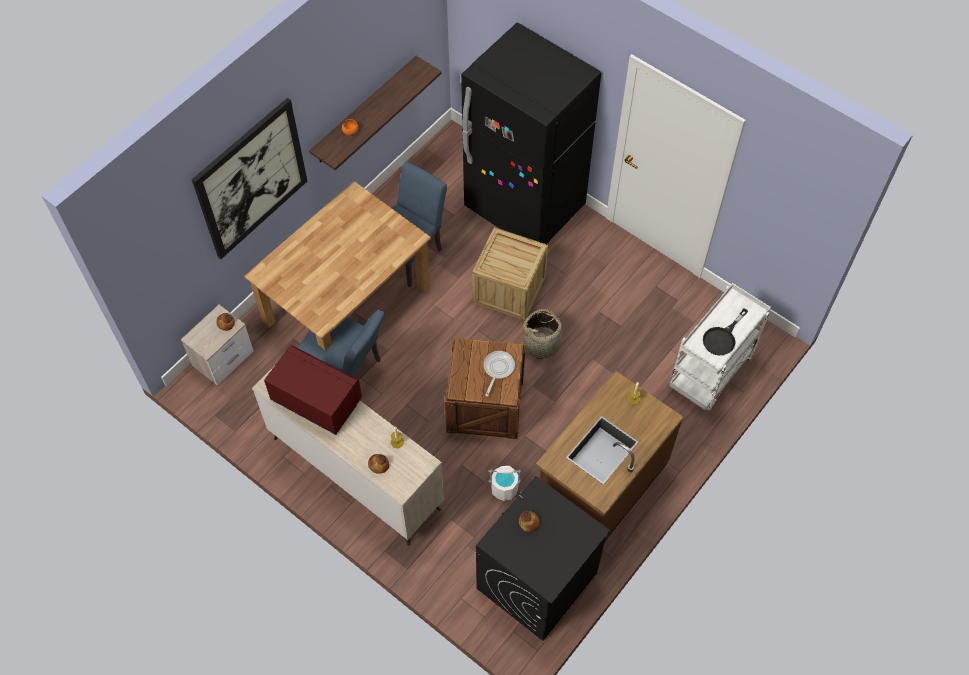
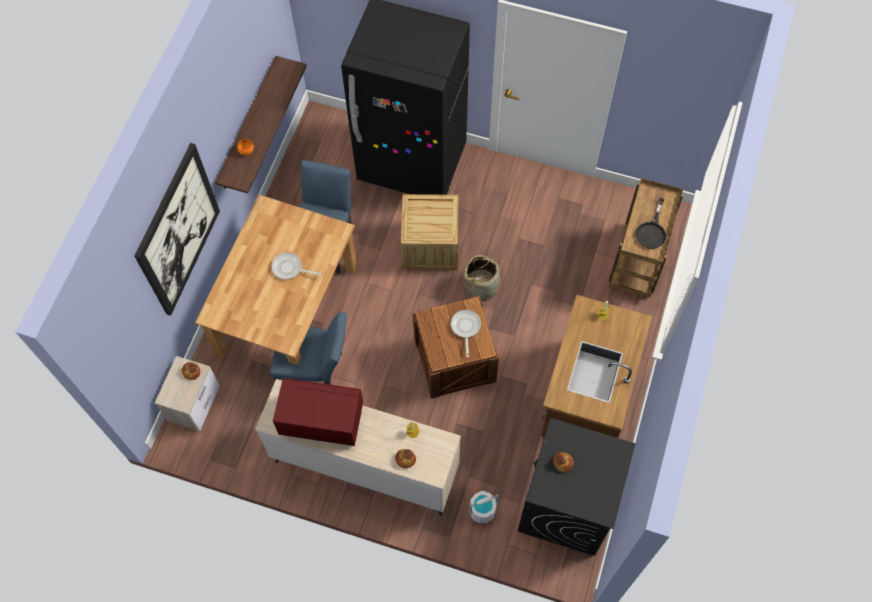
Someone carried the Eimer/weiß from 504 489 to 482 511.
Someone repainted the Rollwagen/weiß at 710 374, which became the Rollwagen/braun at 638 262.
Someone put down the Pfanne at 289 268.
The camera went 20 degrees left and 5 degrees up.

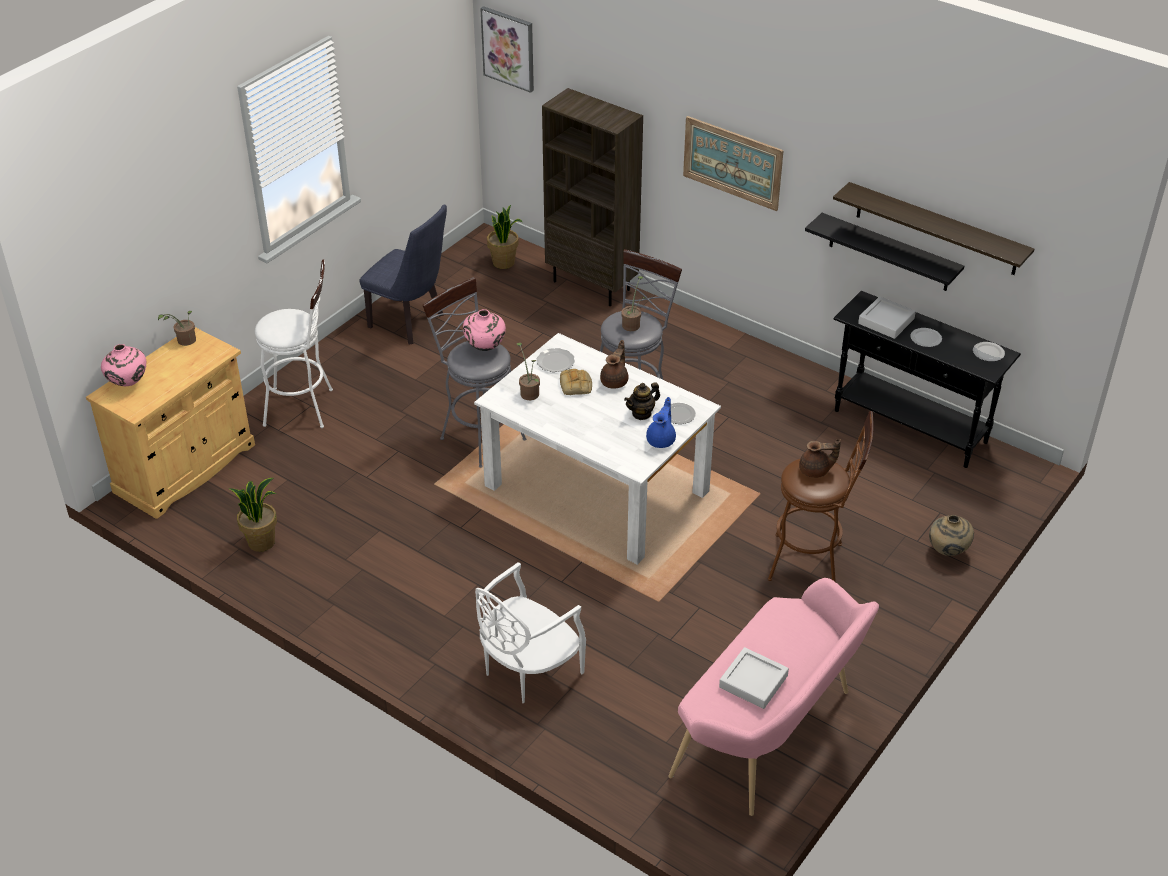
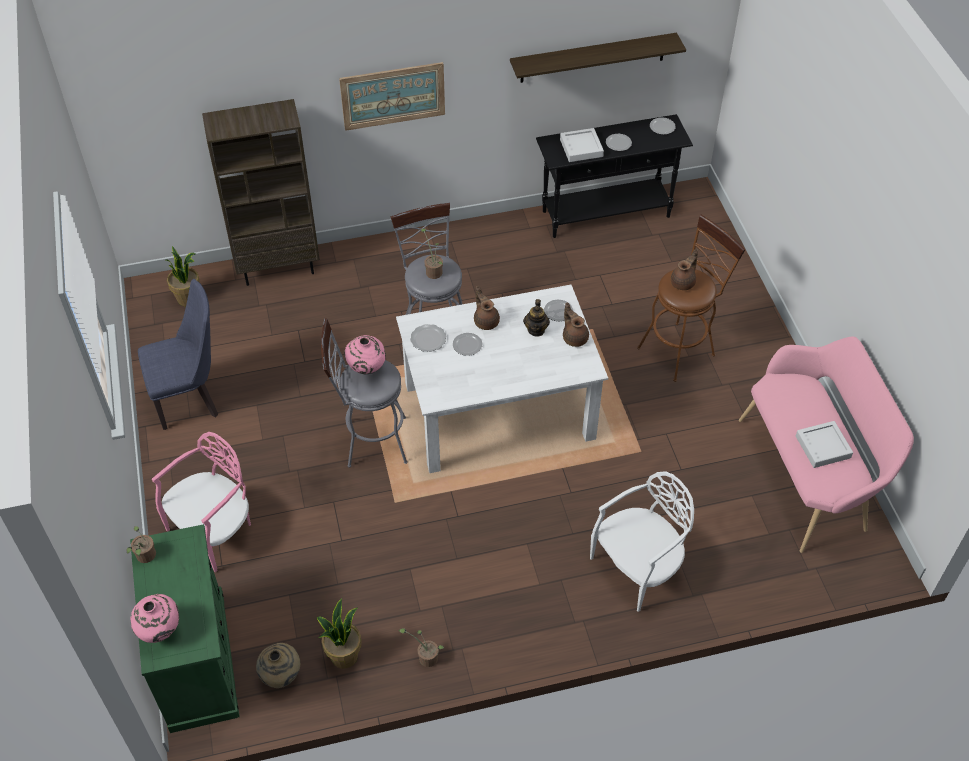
Someone repainted the Schrank/beige at 185 468, which became the Schrank/grün at 198 660.
Someone swapped the Hocker/weiß at 305 407 for the Stuhl/rosa at 214 530.
Someone rotated the Stuhl/weiß at 528 670 by 120 degrees counterclockwise.
Someone took away the Bild at 508 48.
Someone carried the Topfpflanze from 529 392 to 425 657.
Someone swapped the Brot at 576 385 for the Teller at 468 345.
Someone repainted the Teekanne/blau at 661 440, which became the Teekanne/braun at 574 337.
Someone took away the Wandregal/schwarz at 889 253.
Someone carried the Vase/beige from 947 552 to 281 676.
The camera went 50 degrees left and 10 degrees up.

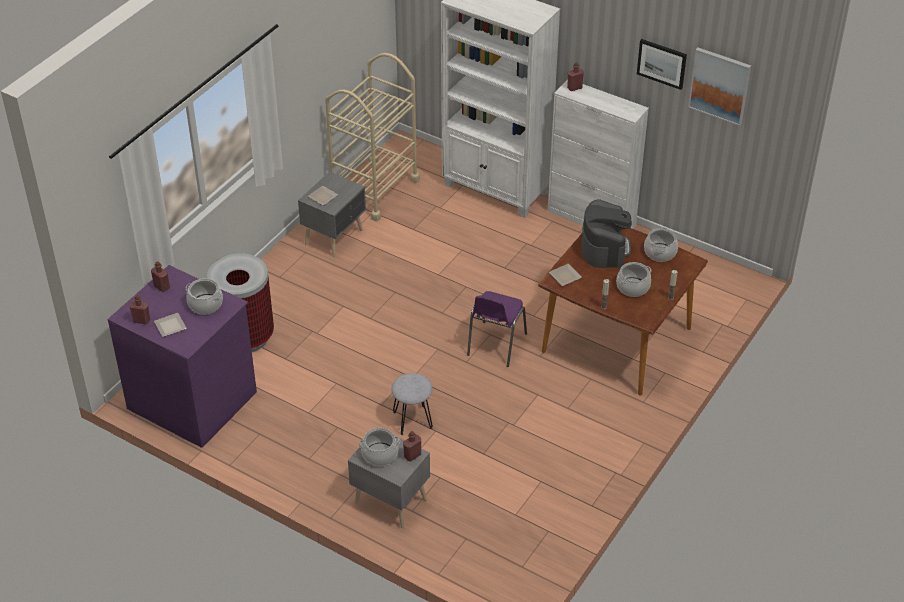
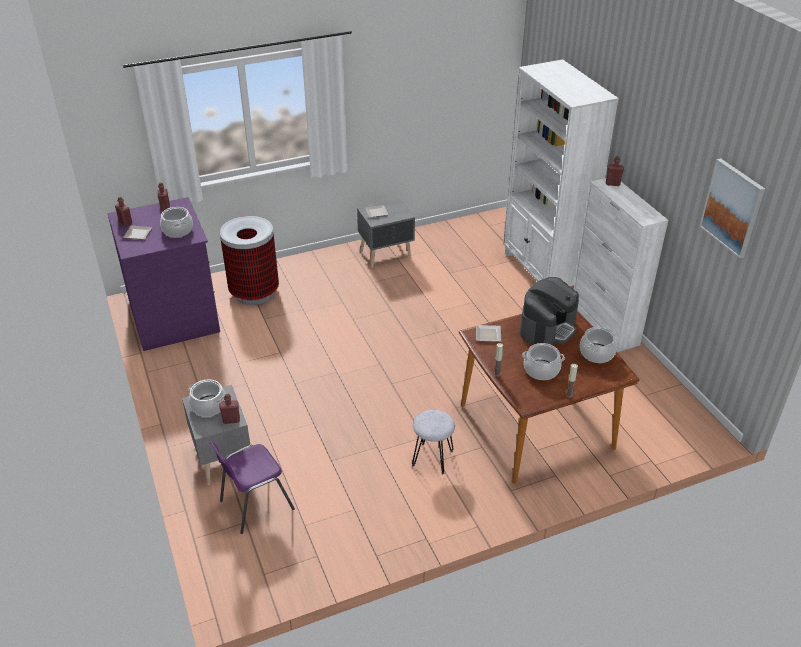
Someone took away the Rollwagen/beige at 374 190.
Someone carried the Hocker/grau from 412 420 to 432 458.
Someone carried the Stuhl/lila from 495 345 to 254 505.
Someone took away the Bild at 662 63.
The camera went 35 degrees right and 5 degrees down.

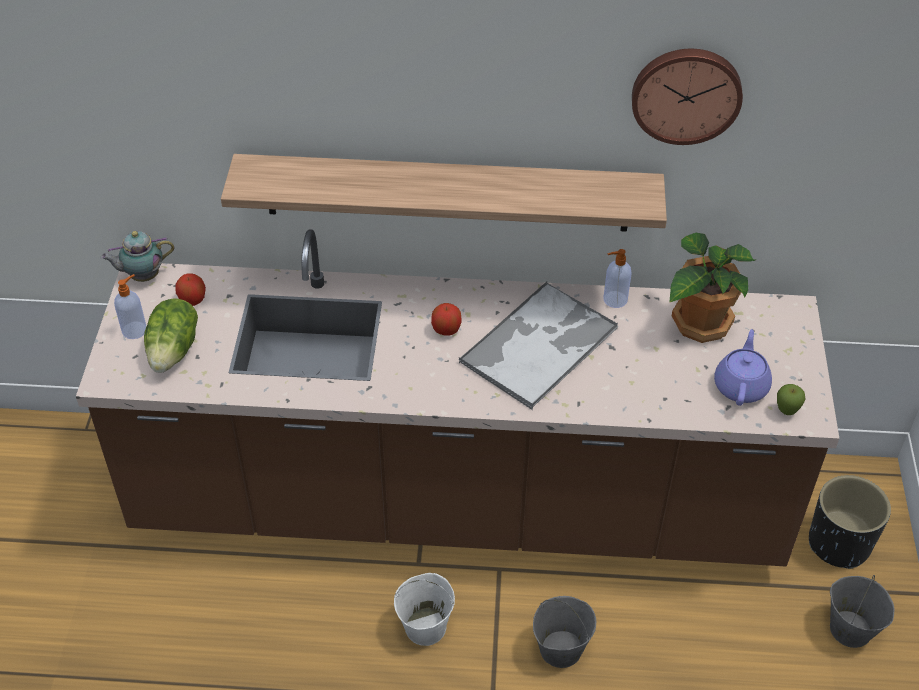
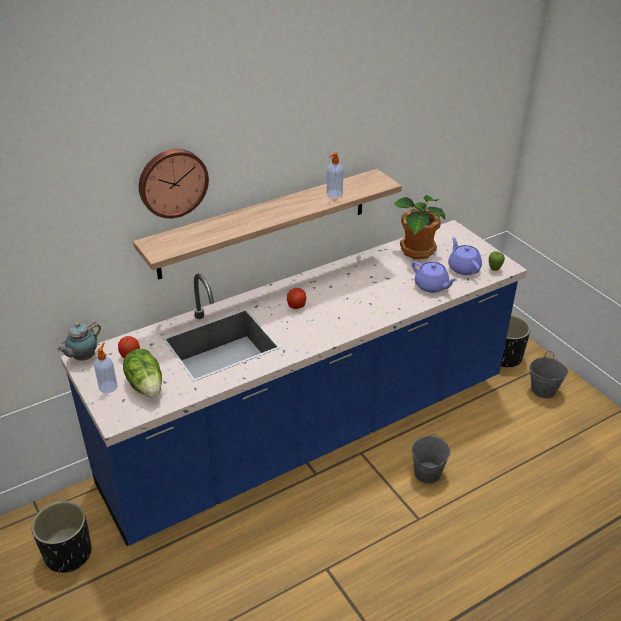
Someone repainted the Küchenzeile/braun at 458 504, which became the Küchenzeile/blau at 310 433.
Someone took away the Eimer/weiß at 425 626.
Someone took away the Tablett at 540 344.
Someone carried the Seifenspender from 614 300 to 334 194.
Someone carried the Wanduhr from 686 93 to 172 182.
Someone put down the Pflanzkübel/schwarz at 68 553.
Someone put down the Teekanne/lila at 432 286.
The camera went 35 degrees left and 10 degrees down.

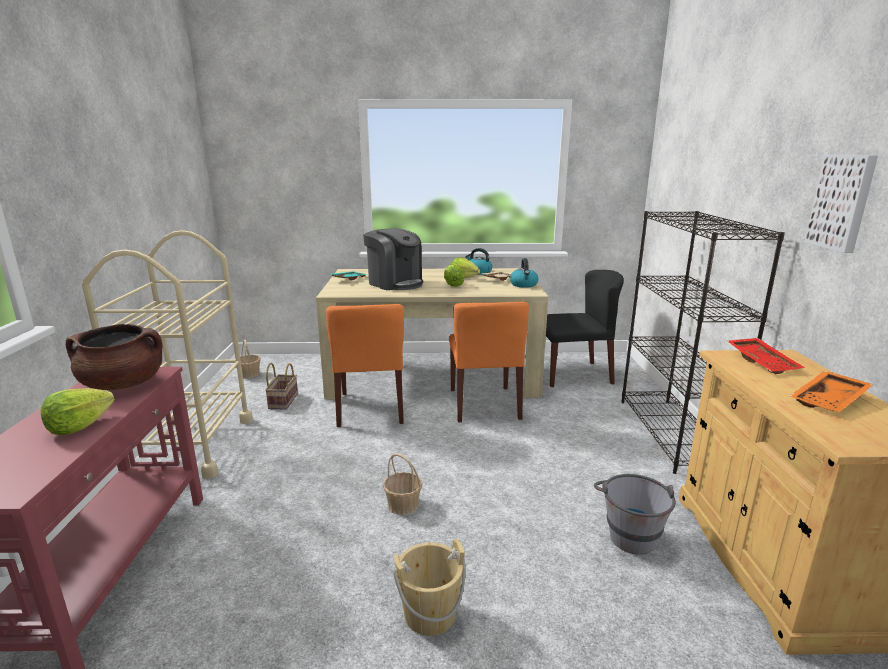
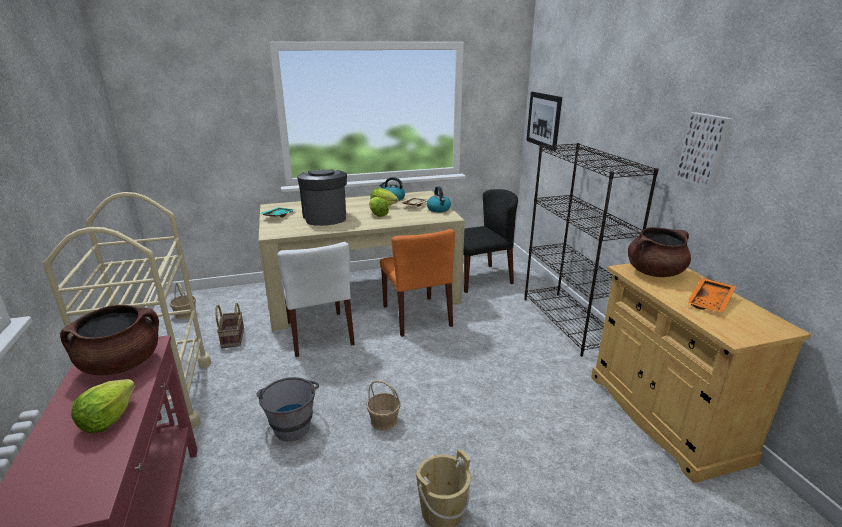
Someone repainted the Stuhl/orange at 371 408, which became the Stuhl/weiß at 320 333.
Someone rotated the Kaffeemaschine at 395 283 by 135 degrees counterclockwise.
Someone carried the Eimer/grau from 629 532 to 292 423.
Someone swapped the Tablett/rot at 763 362 for the Kochtopf/braun at 654 272.
Someone put up the Bild at 543 120.
The camera went 15 degrees left and 5 degrees up.

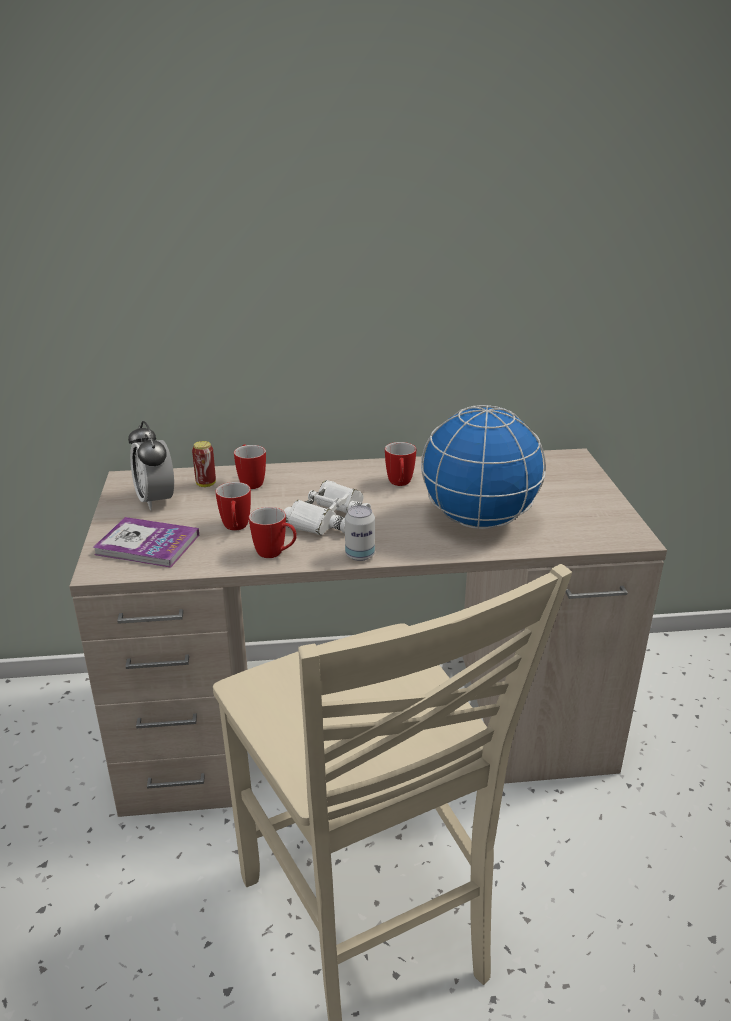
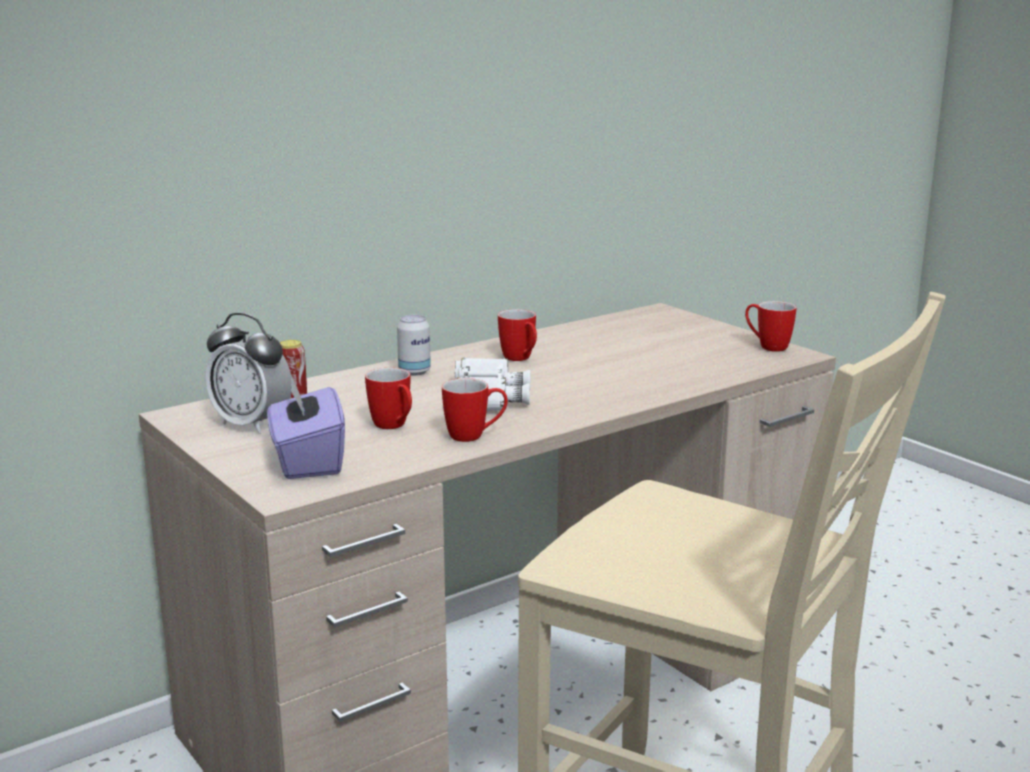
Someone swapped the Buch at 147 545 for the Taschentuchbox/lila at 307 461.
Someone carried the Henkelbecher from 250 481 to 767 346.
Someone carried the Dose from 360 555 to 414 372.
Someone took away the Globus at 477 520.
The camera went 30 degrees left and 10 degrees down.

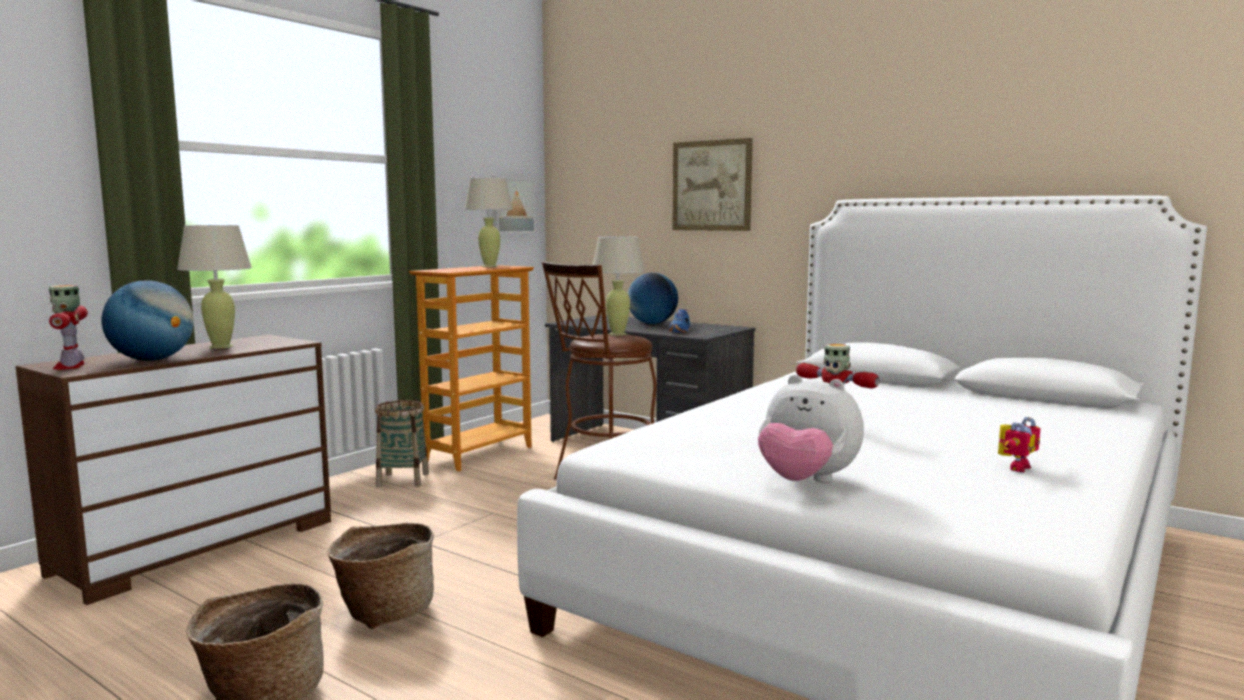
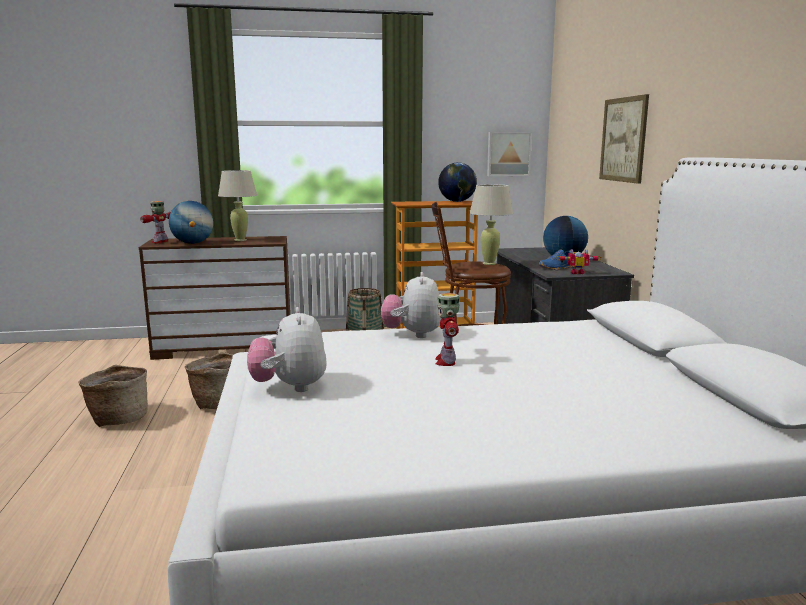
Someone swapped the Tischlampe/beige at 490 266 for the Globus at 457 201.
Someone carried the Spielzeugroboter from 1014 467 to 576 273.
Someone put down the Plüschtier at 412 334.
The camera went 45 degrees right and 5 degrees up.

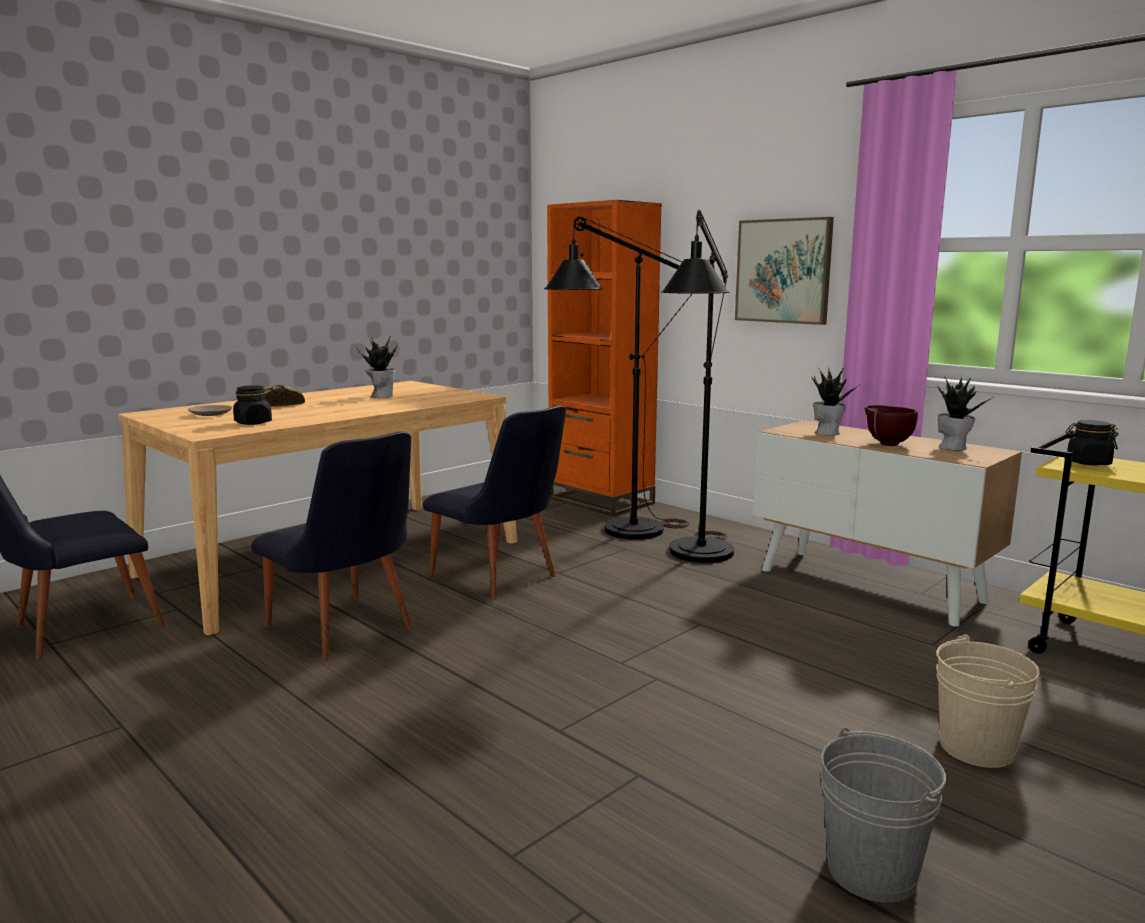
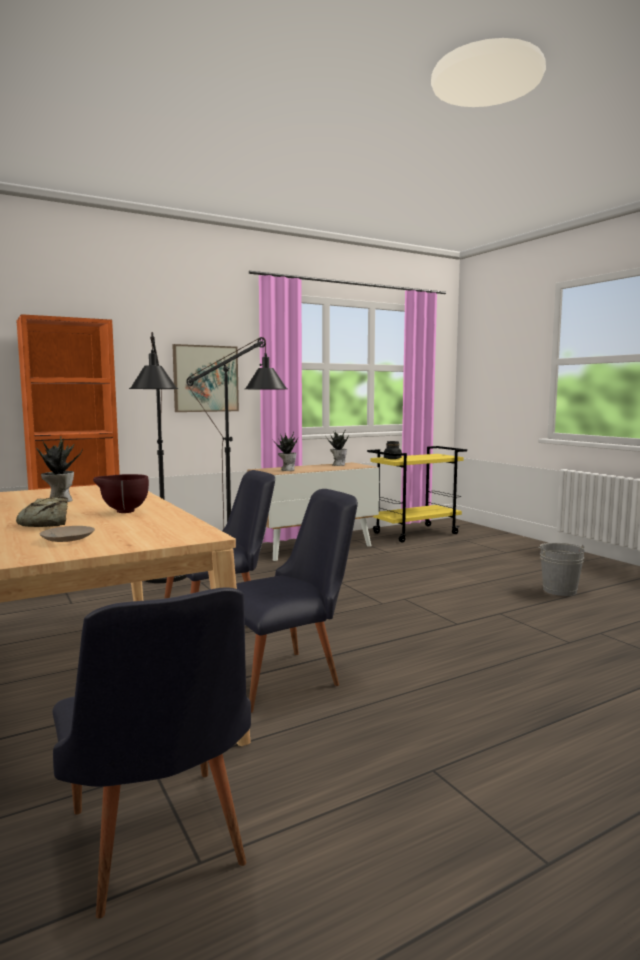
Someone took away the Vorratsglas/schwarz at 253 423.
Someone carried the Schüssel/braun from 887 444 to 122 511.
Someone took away the Eimer/beige at 976 747.
The camera went 75 degrees left and 5 degrees down.

